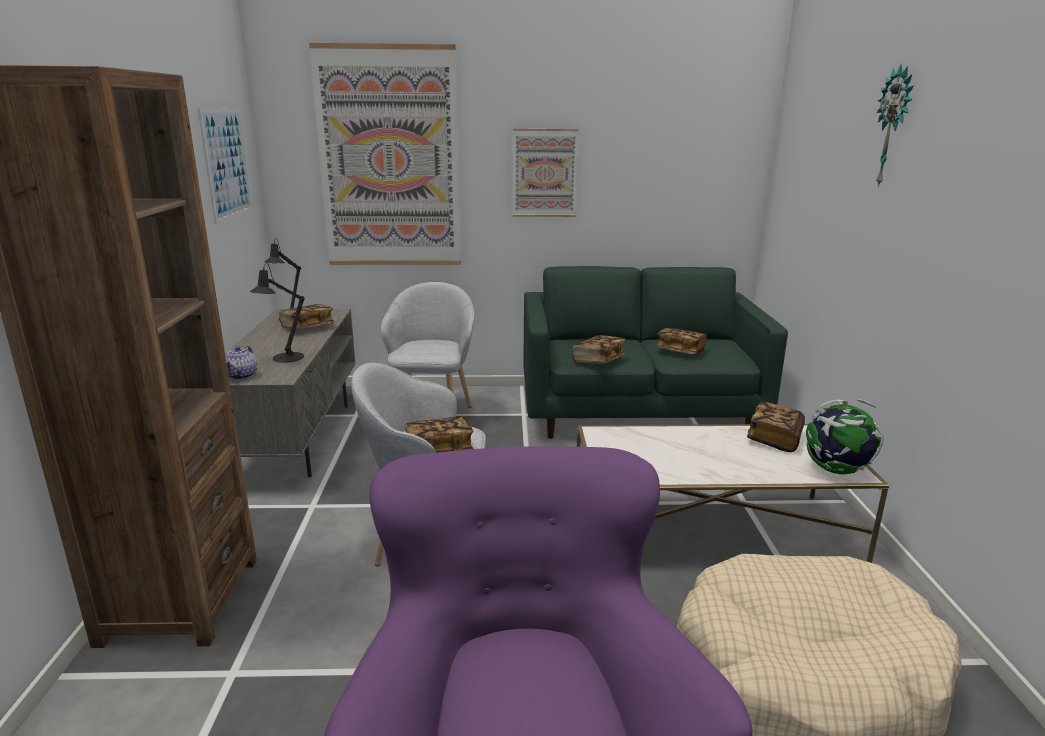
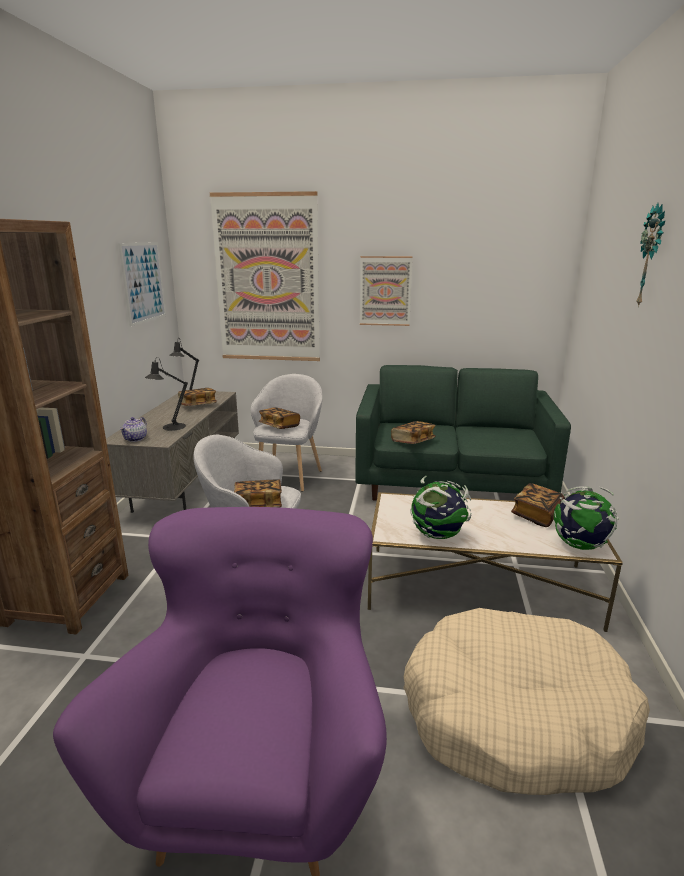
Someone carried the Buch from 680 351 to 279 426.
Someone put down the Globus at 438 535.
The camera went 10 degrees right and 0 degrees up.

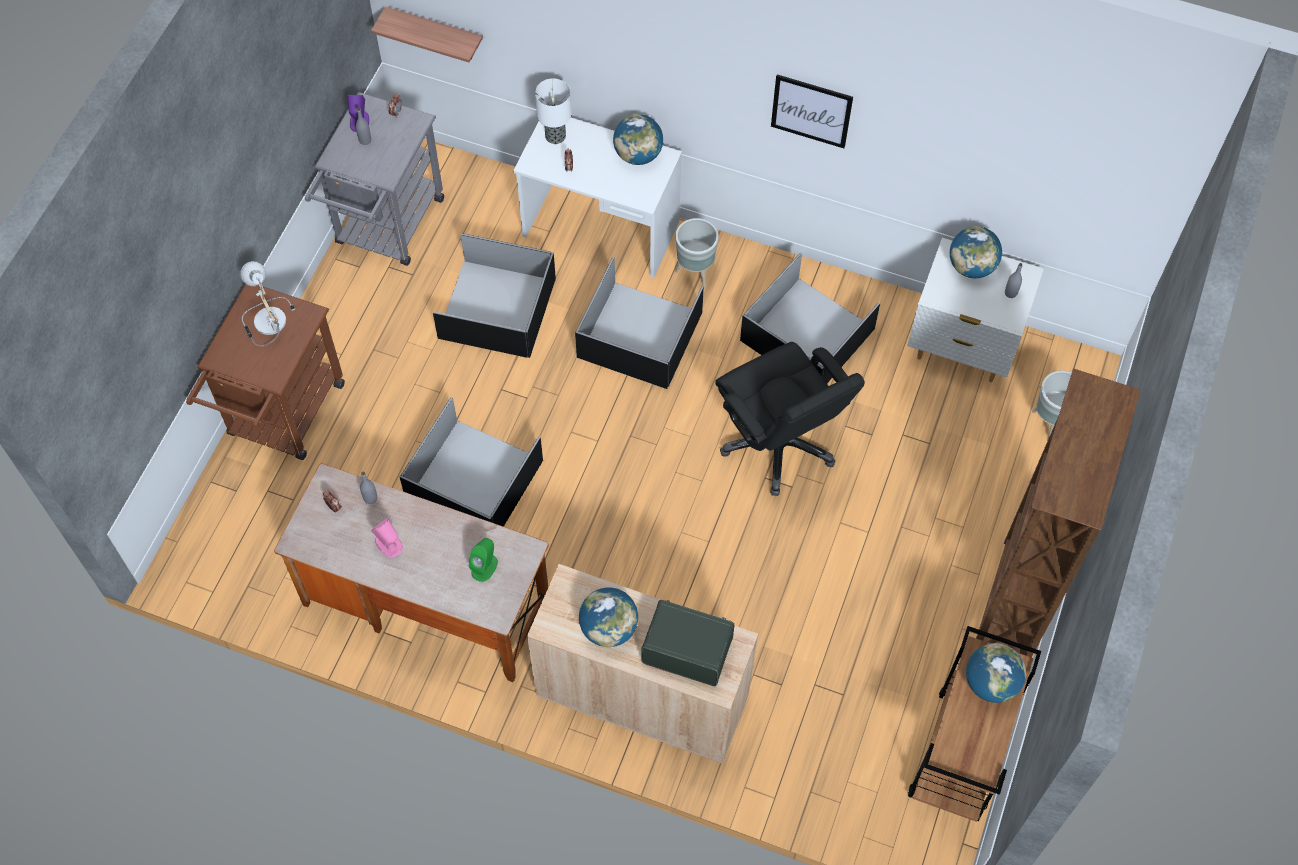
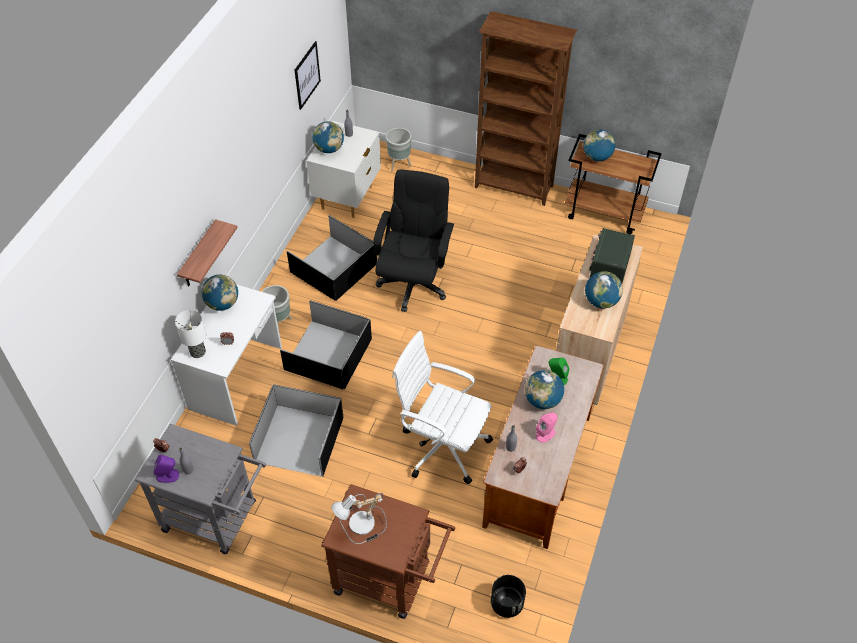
Someone carried the Wandregal from 435 34 to 198 256.
Someone swapped the Aufbewahrungsbox/schwarz at 476 480 for the Bürostuhl/weiß at 442 445.
Someone rotated the Bürostuhl/schwarz at 779 444 by 45 degrees counterclockwise.
Someone carried the Bild from 811 111 to 307 75.
Someone put down the Pflanzkübel/schwarz at 507 603.
Someone put down the Globus at 542 400.
The camera went 90 degrees left and 10 degrees down.

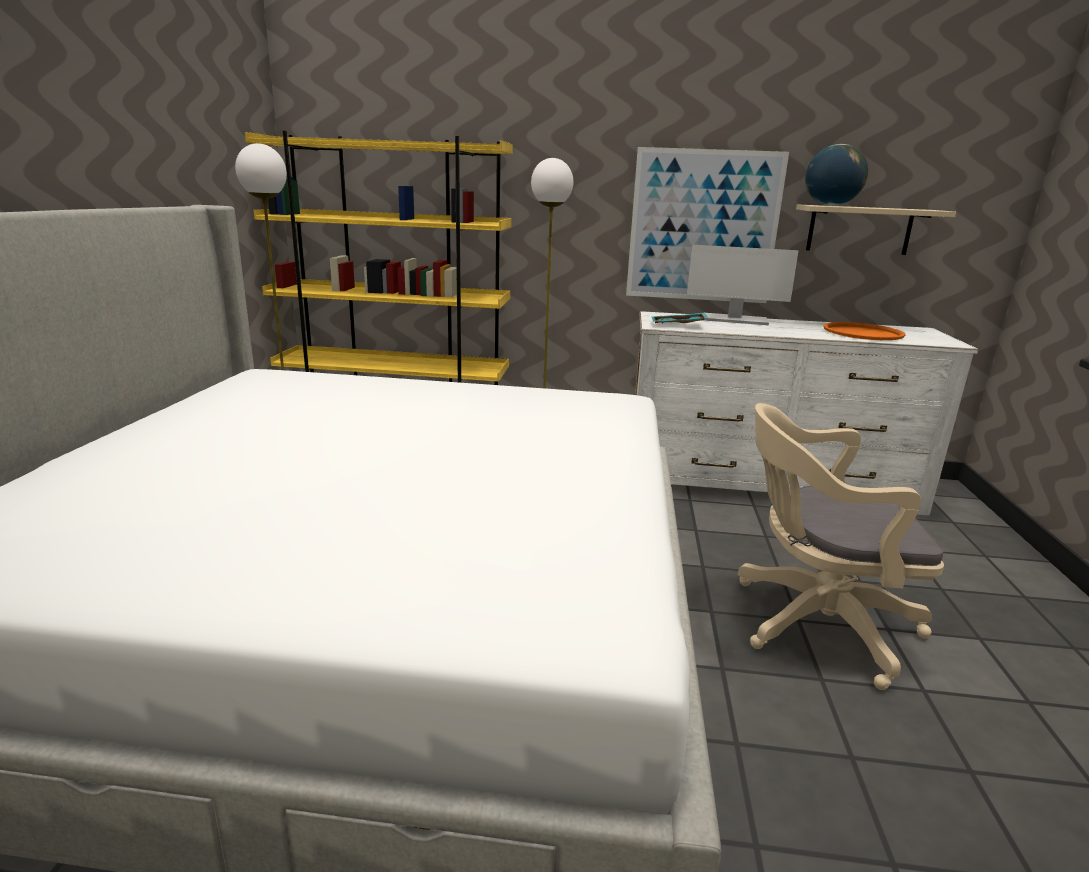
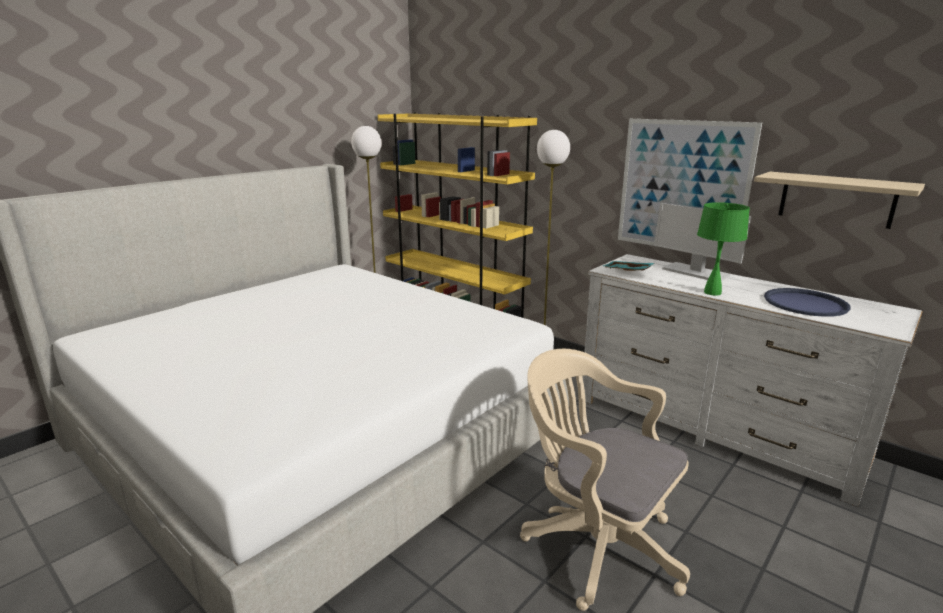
Someone took away the Globus at 831 205.
Someone repainted the Tablett/orange at 862 333, which became the Tablett/blau at 805 303.
Someone put down the Tischlampe/grün at 712 292.
The camera went 35 degrees right and 0 degrees up.

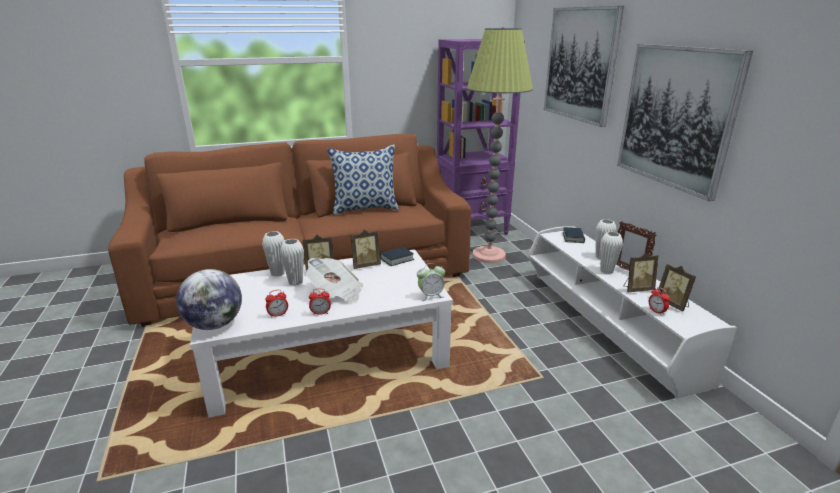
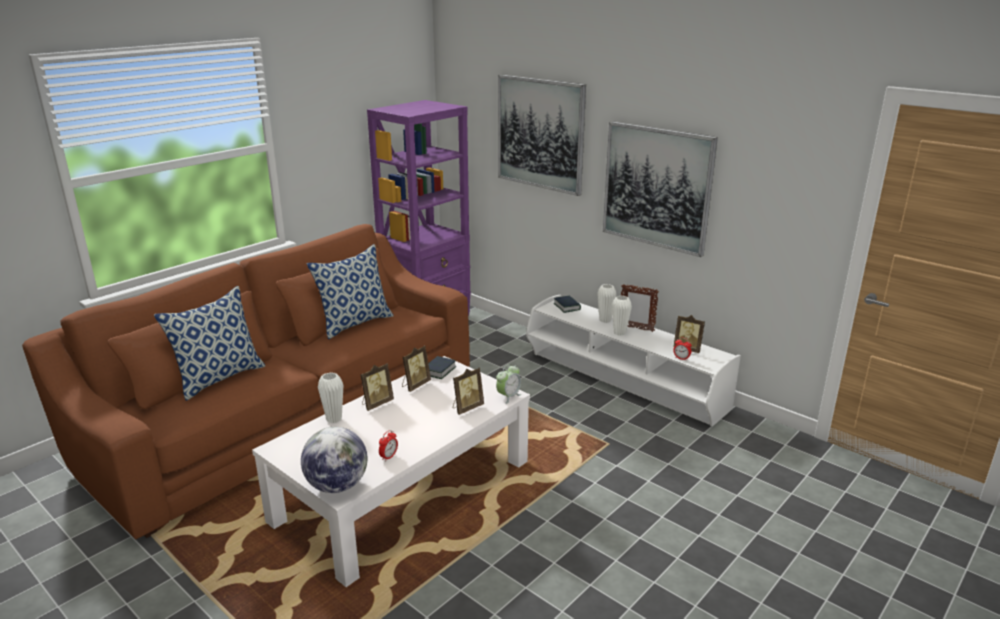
Someone took away the Vase/weiß at 295 282.
Someone took away the Zeitung at 336 293.
Someone took away the Wecker at 320 313.
Someone took away the Stehlampe at 488 255.
Someone carried the Bilderrahmen from 637 289 to 467 407.
Someone put down the Kissen at 219 378.
The camera went 30 degrees left and 0 degrees up.

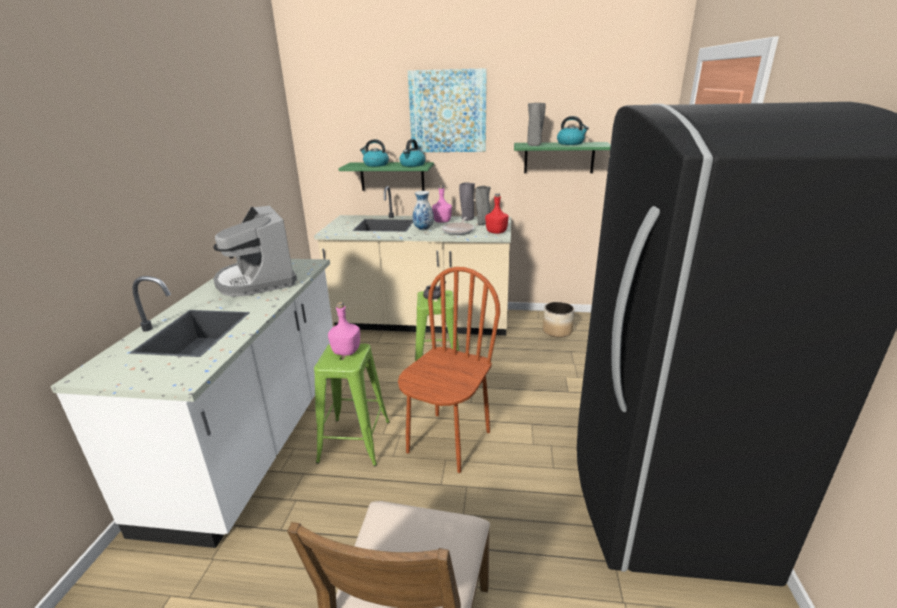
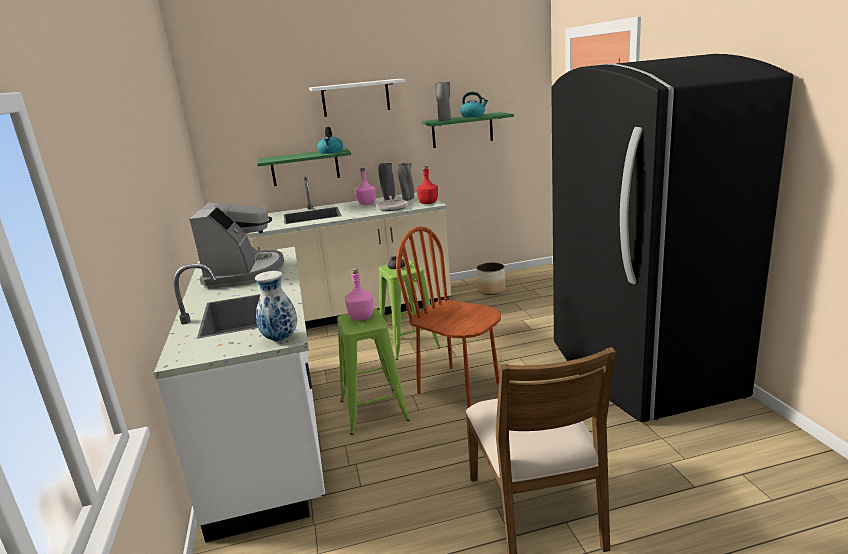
Someone rotated the Kaffeemaschine at 257 281 by 135 degrees counterclockwise.
Someone took away the Wasserkessel at 375 165.
Someone rotated the Stuhl/braun at 448 441 by 60 degrees counterclockwise.
Someone swapped the Bild at 448 111 for the Wandregal/weiß at 355 98.
Someone carried the Vase from 423 229 to 280 339.
The camera went 20 degrees left and 5 degrees down.

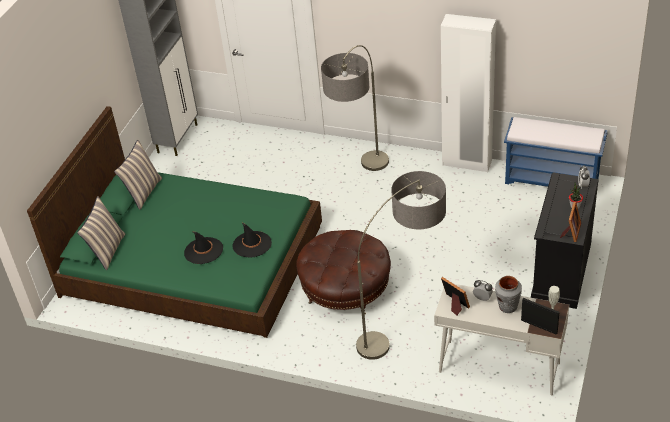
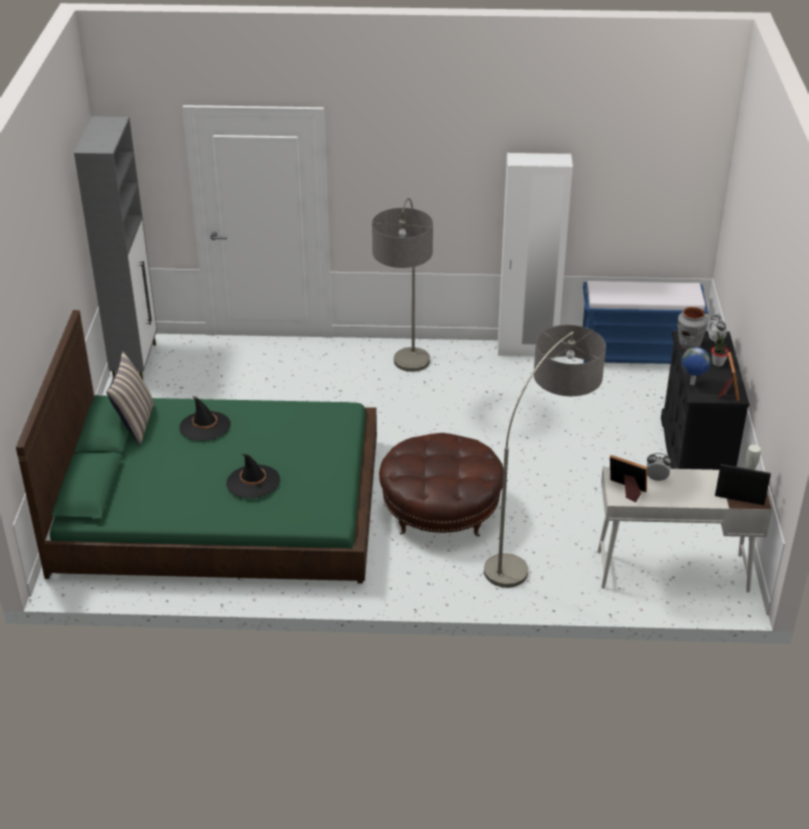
Someone took away the Kissen at 107 250.
Someone carried the Hut/schwarz from 252 244 to 205 426.
Someone carried the Vase/grau from 507 306 to 689 346.
Someone put down the Globus at 692 384.
The camera went 20 degrees left and 5 degrees down.

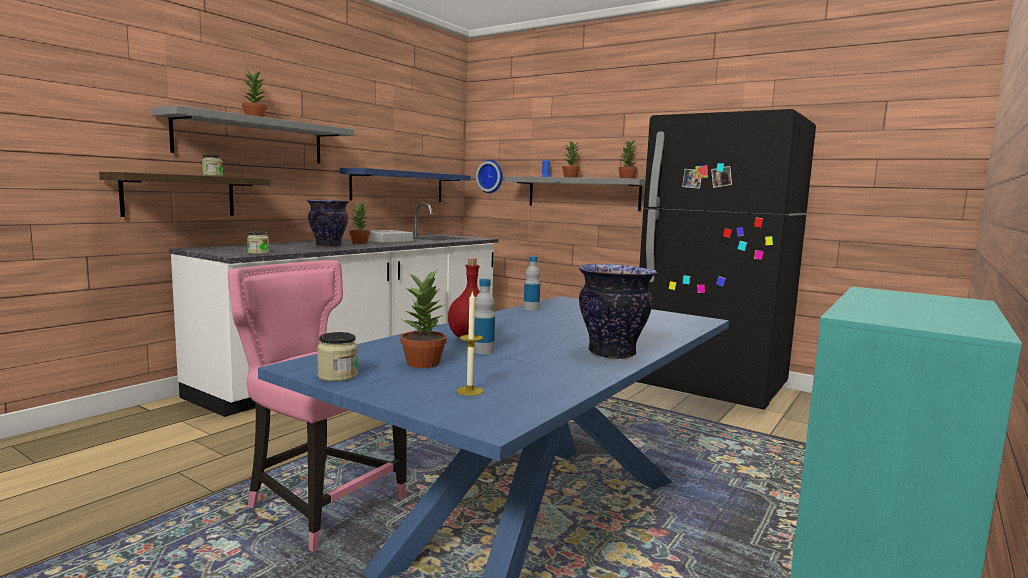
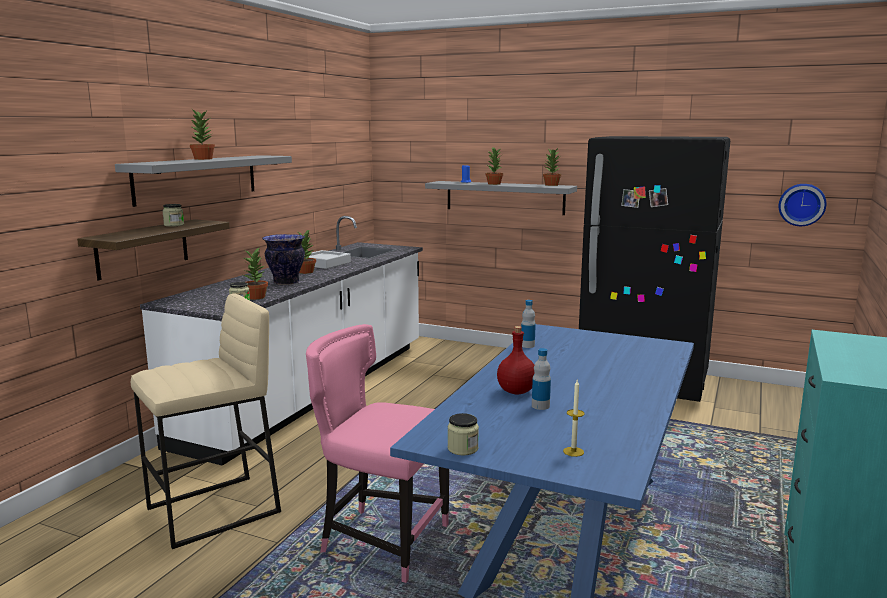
Someone took away the Wandregal/blau at 398 186.
Someone carried the Topfpflanze from 424 363 to 256 297.
Someone carried the Wanduhr from 491 176 to 801 204.
Someone took away the Vase at 612 354.
Someone put down the Hocker/beige at 214 511.
The camera went 10 degrees left and 5 degrees up.

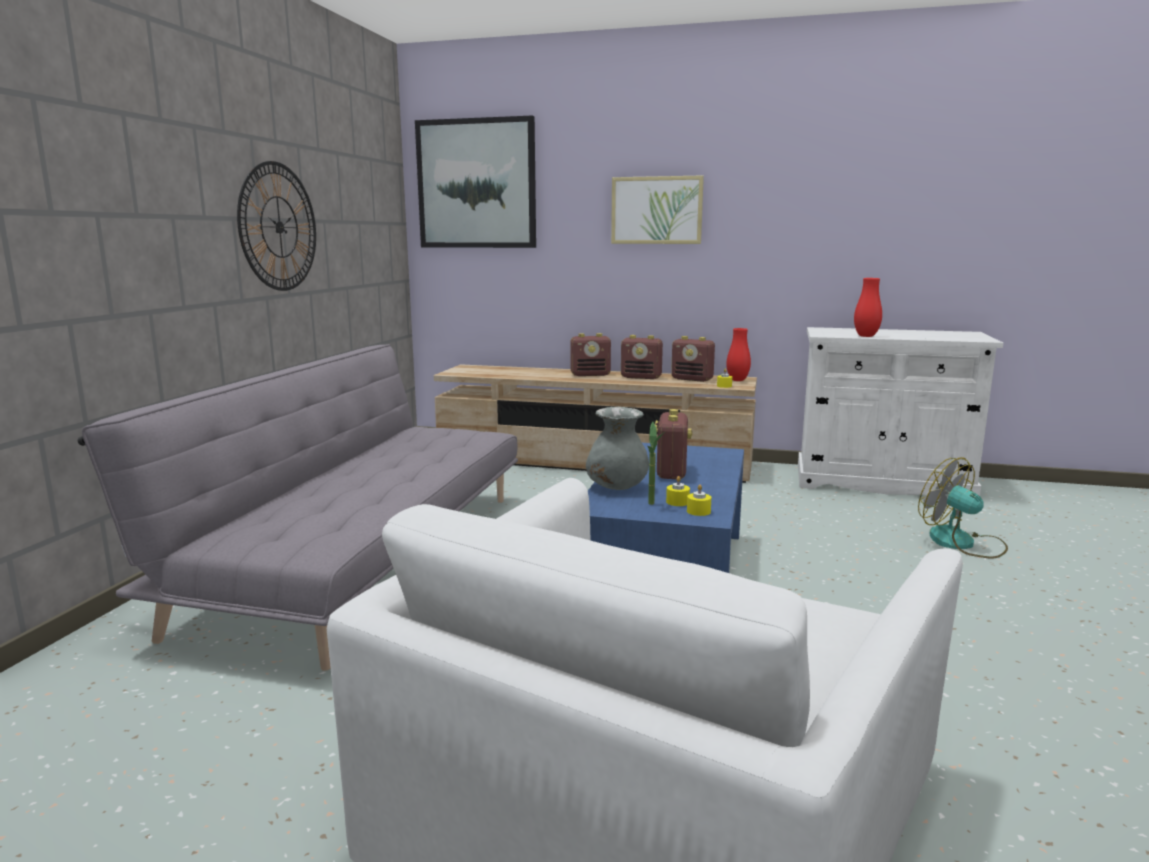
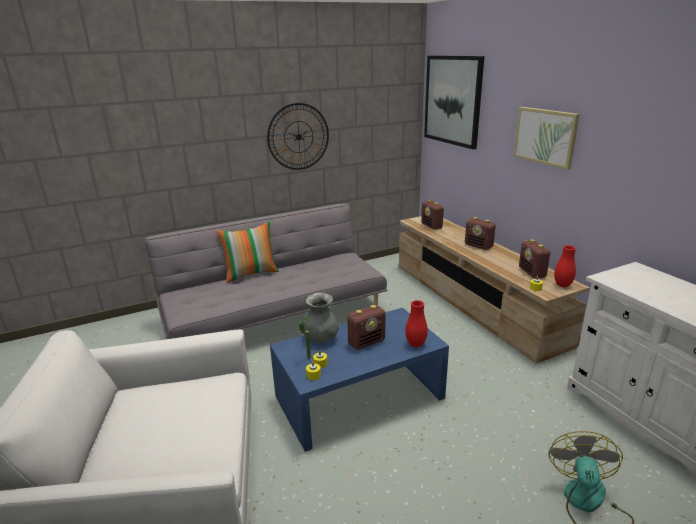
Someone carried the Radio from 641 377 to 432 226.
Someone carried the Vase/rot from 866 336 to 415 344.
Someone put down the Kissen at 251 274.
The camera went 50 degrees right and 10 degrees up.

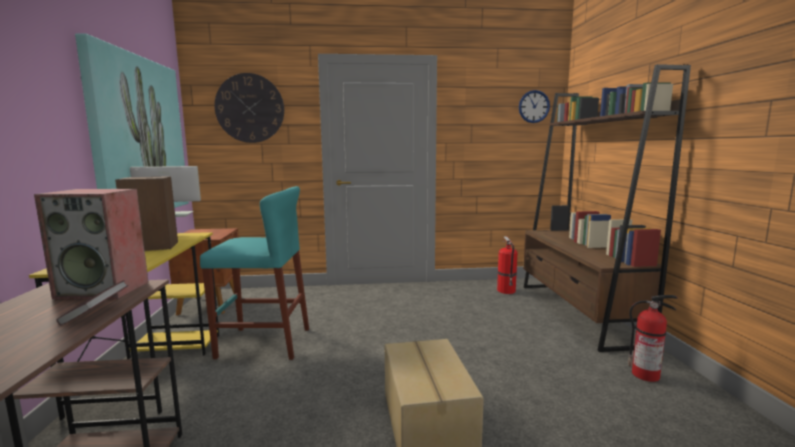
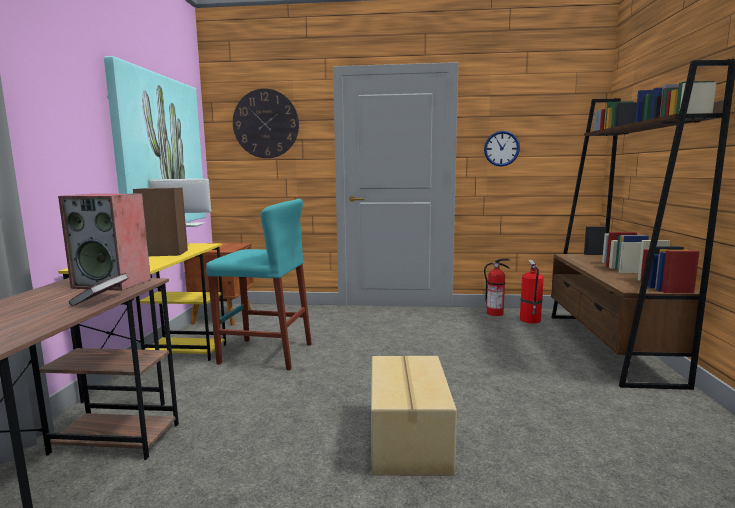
Someone carried the Wanduhr from 534 106 to 501 148.
Someone carried the Feuerlöscher from 646 375 to 495 313.
The camera went 10 degrees right and 0 degrees up.

